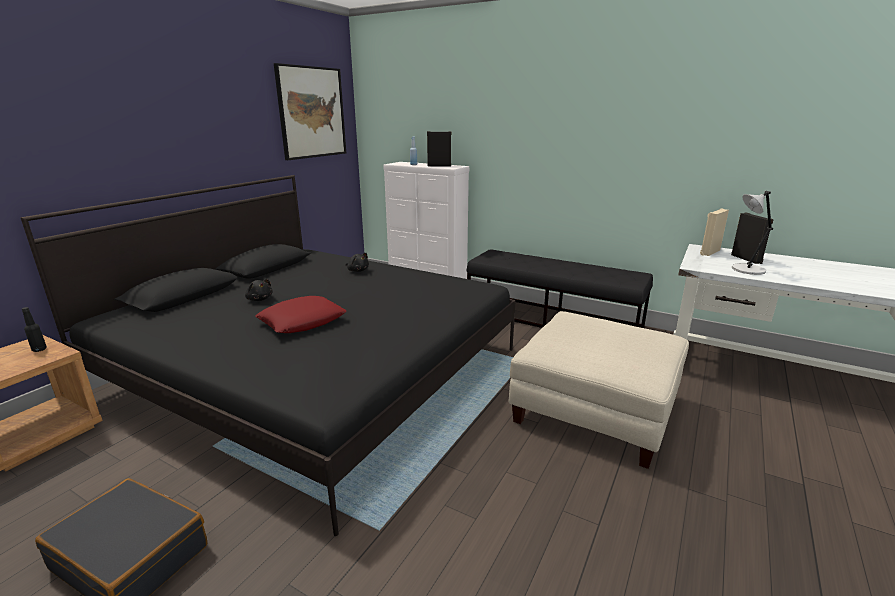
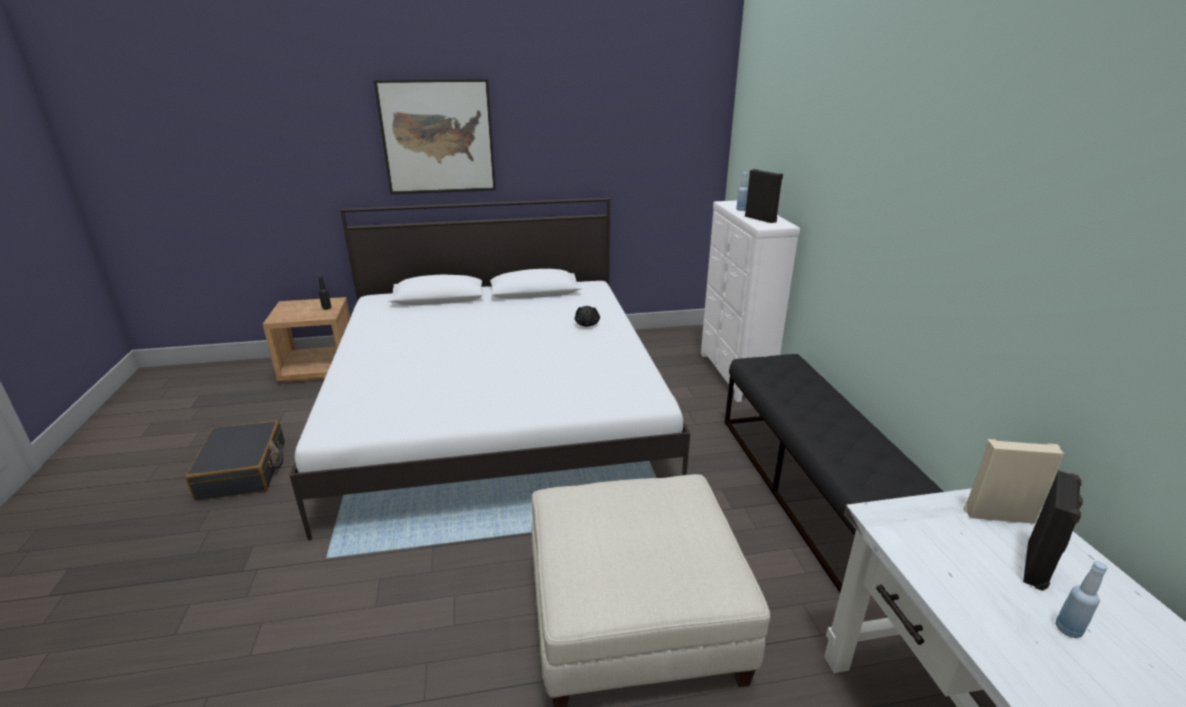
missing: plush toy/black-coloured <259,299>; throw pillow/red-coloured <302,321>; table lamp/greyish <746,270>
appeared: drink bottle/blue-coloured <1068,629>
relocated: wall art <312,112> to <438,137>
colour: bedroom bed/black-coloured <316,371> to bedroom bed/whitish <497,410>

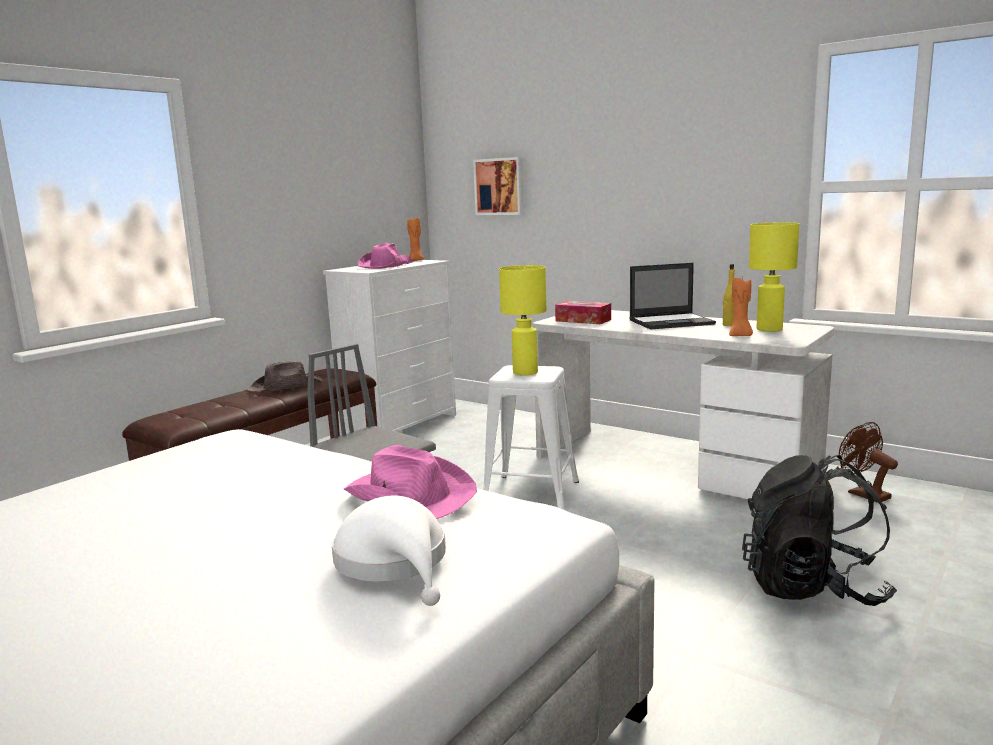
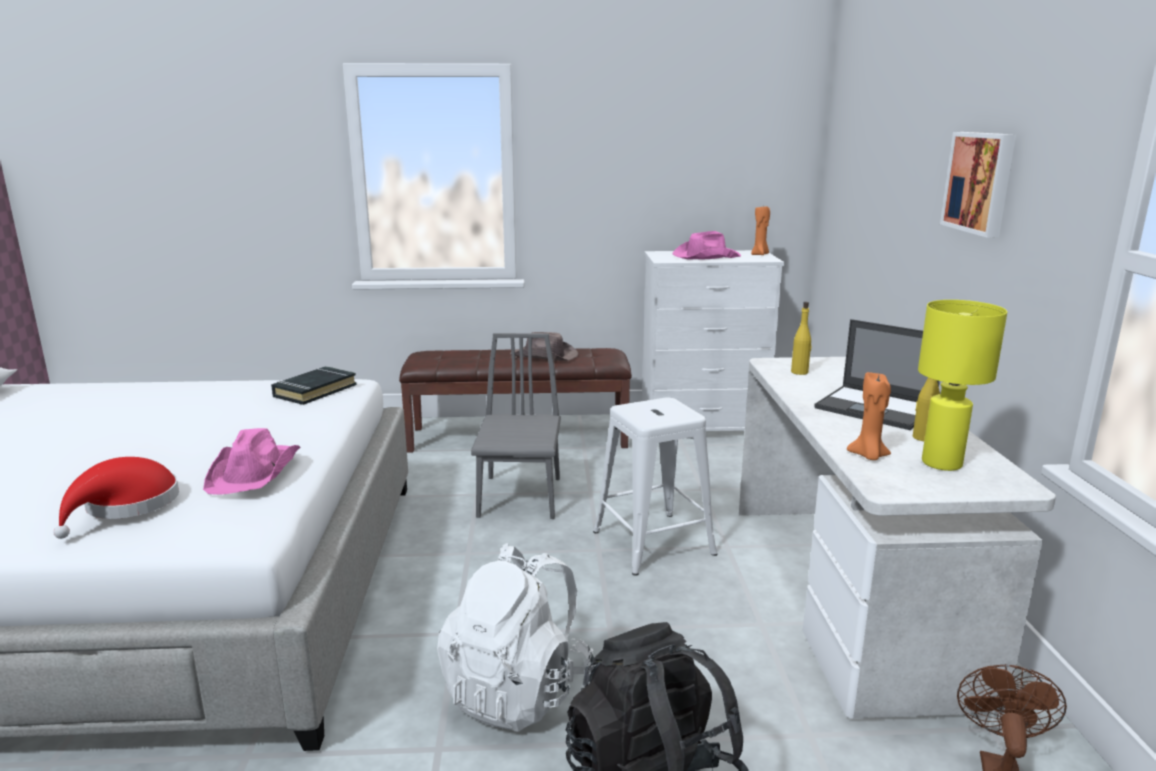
missing: table lamp/yellow-coloured <524,373>
appeared: bound book/black-coloured <314,391>; rucksack/whitish <518,691>
relocated: wall art <500,186> to <980,182>
exchanged: tissue holder <583,320> to drink bottle/yellow-coloured <799,372>
colour: hat/whitish <395,562> to hat/red-coloured <126,506>

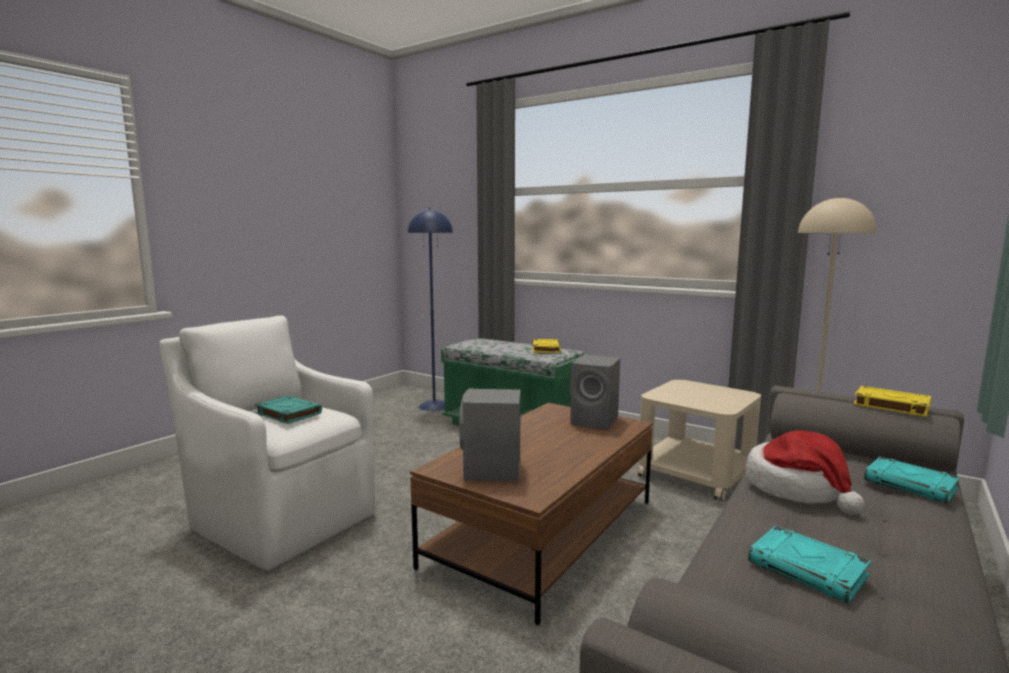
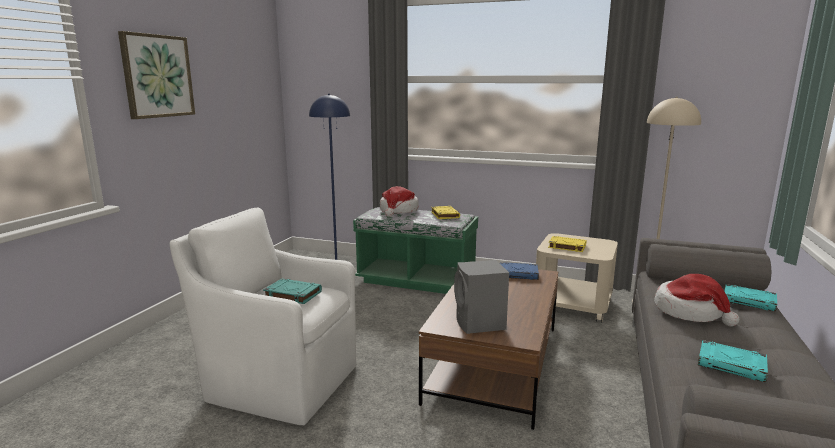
appeared: wall art <157,76>; hat <398,211>
relocated: bound book/yellow-coloured <890,405> to <566,246>
exchanged: loudspeaker/greyish <596,421> to bound book/blue-coloured <518,274>

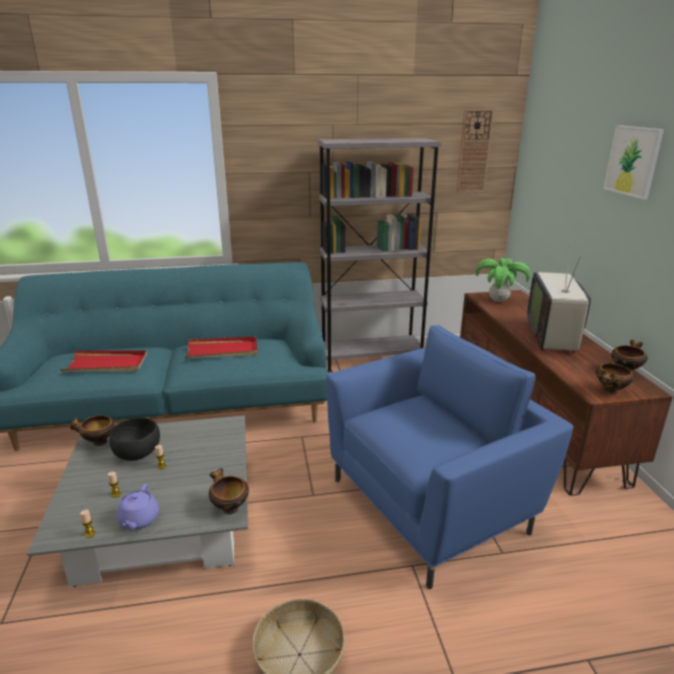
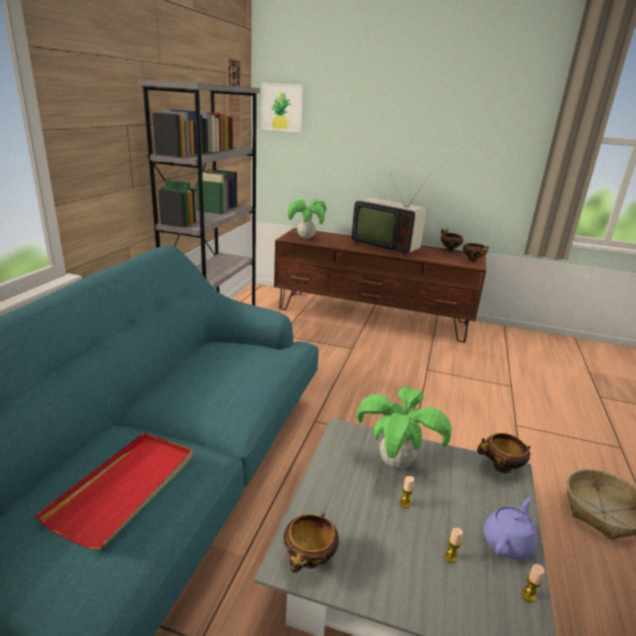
missing: bowl/black-coloured <137,453>; carrying tray/red-coloured <223,350>; lounge chair/blue-coloured <431,505>
appeared: houseplant <395,462>
relocated: wall art <633,161> to <282,107>
spun: tea pot/purple-coloured <139,520> = <508,542> 75 degrees counterclockwise

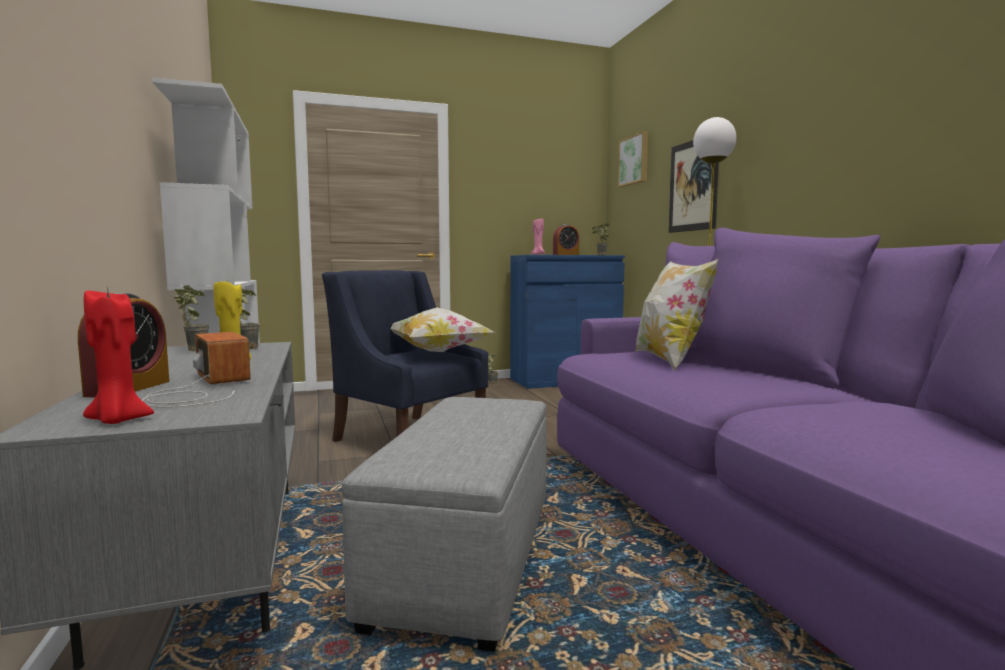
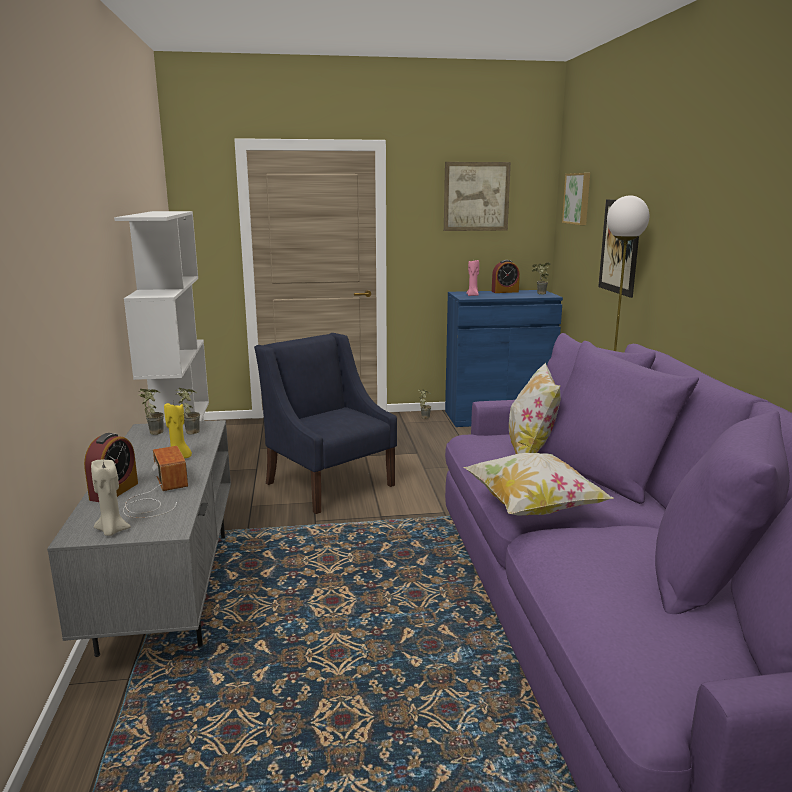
missing: footrest/greyish <467,556>
appeared: wall art <476,196>
relocated: throw pillow <438,352> to <532,508>
colour: wax light/red-coloured <118,421> to wax light/sand-coloured <112,531>

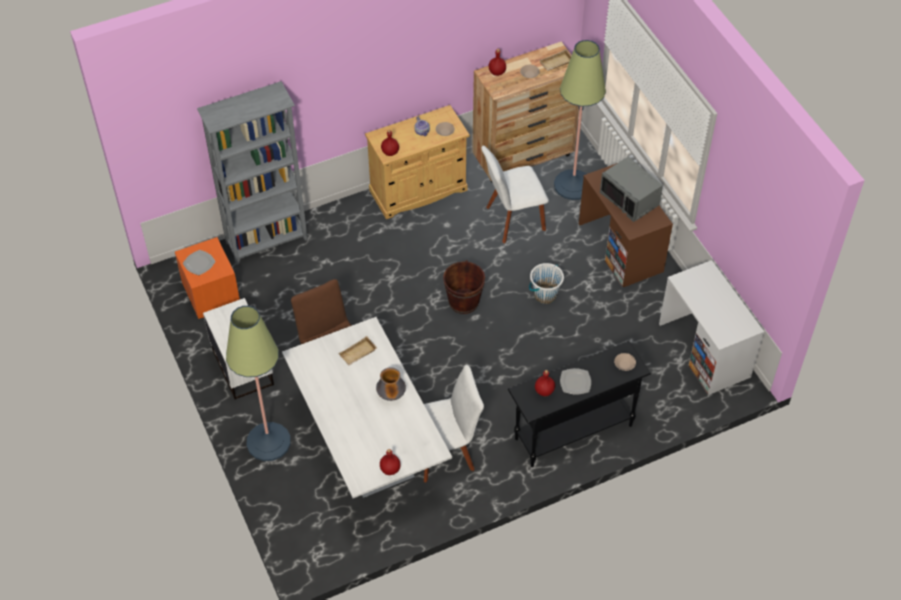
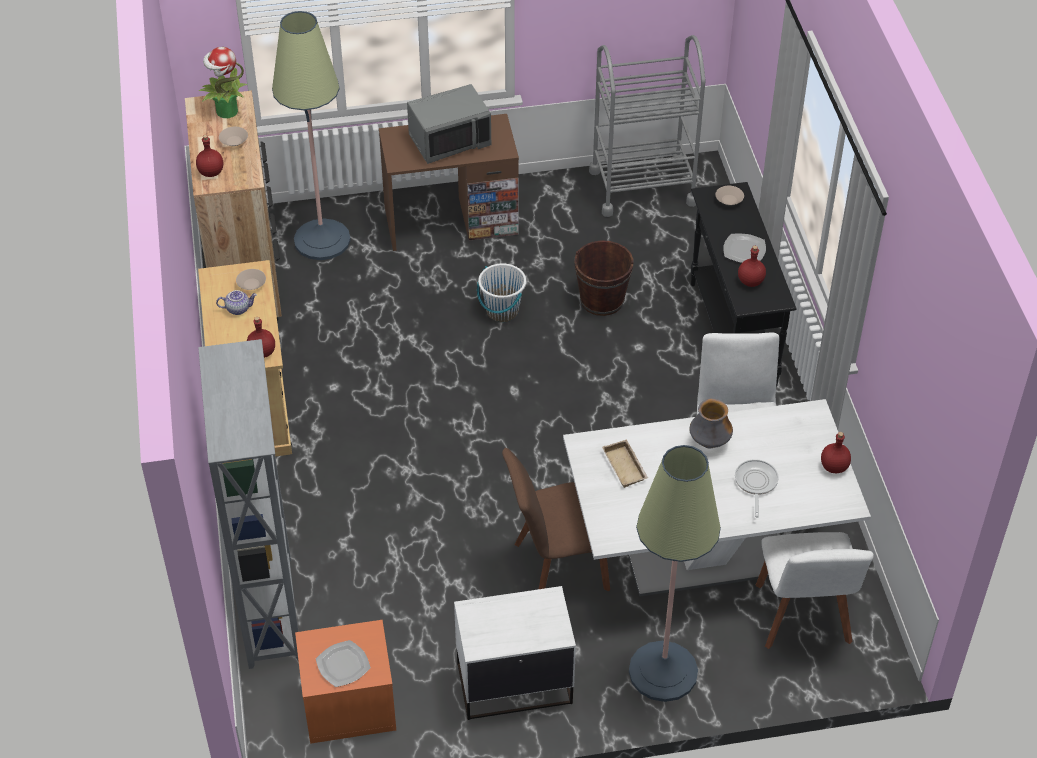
appeared: skillet <755,484>
relocated: water bucket/brownish <463,302> to <602,300>; chair/whitish <512,220> to <803,618>
exchanged: carrying tray/sand-coloured <556,63> to houseplant <226,111>; desk unit/whitish <704,350> to trolley/greyish <642,187>

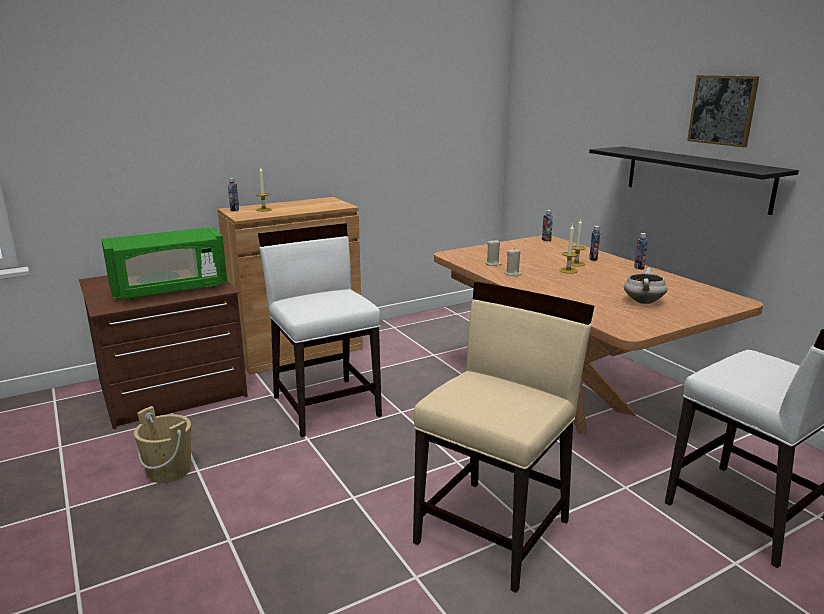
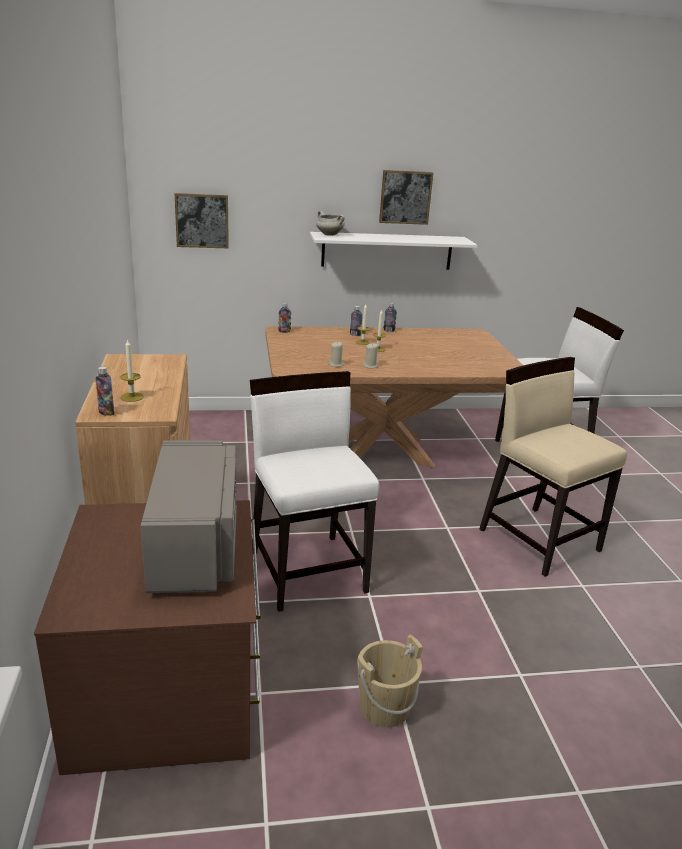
appeared: wall art <202,221>
relocated: stockpot/whitish <642,301> to <329,235>
colour: microwave/greenish <170,290> to microwave/greyish <195,546>; shelf/black-coloured <696,178> to shelf/whitish <387,251>
spun: chair/whitish <326,405> = <308,570> 75 degrees clockwise

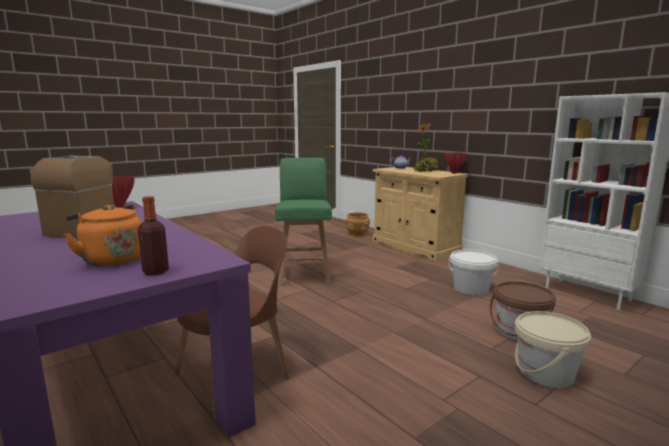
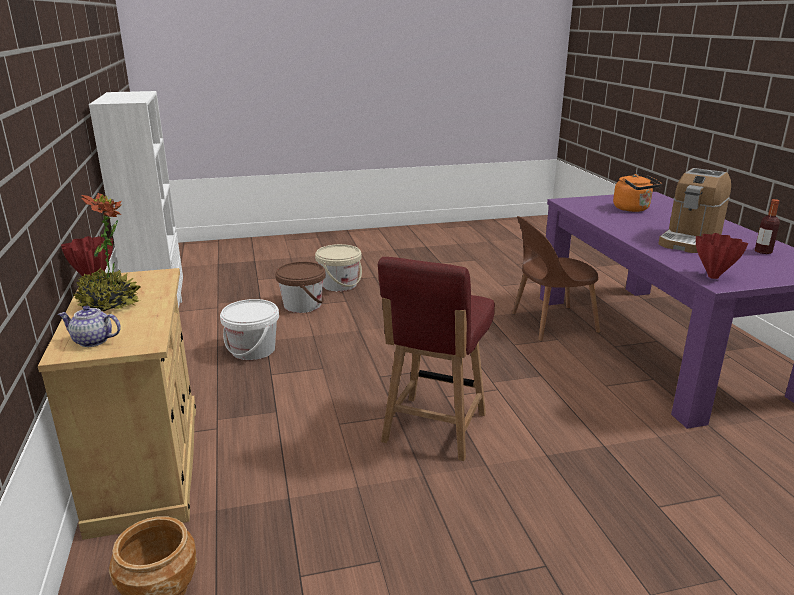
relocated: drink bottle <156,272> to <763,251>
colour: chair/greenish <304,275> to chair/red-coloured <433,429>

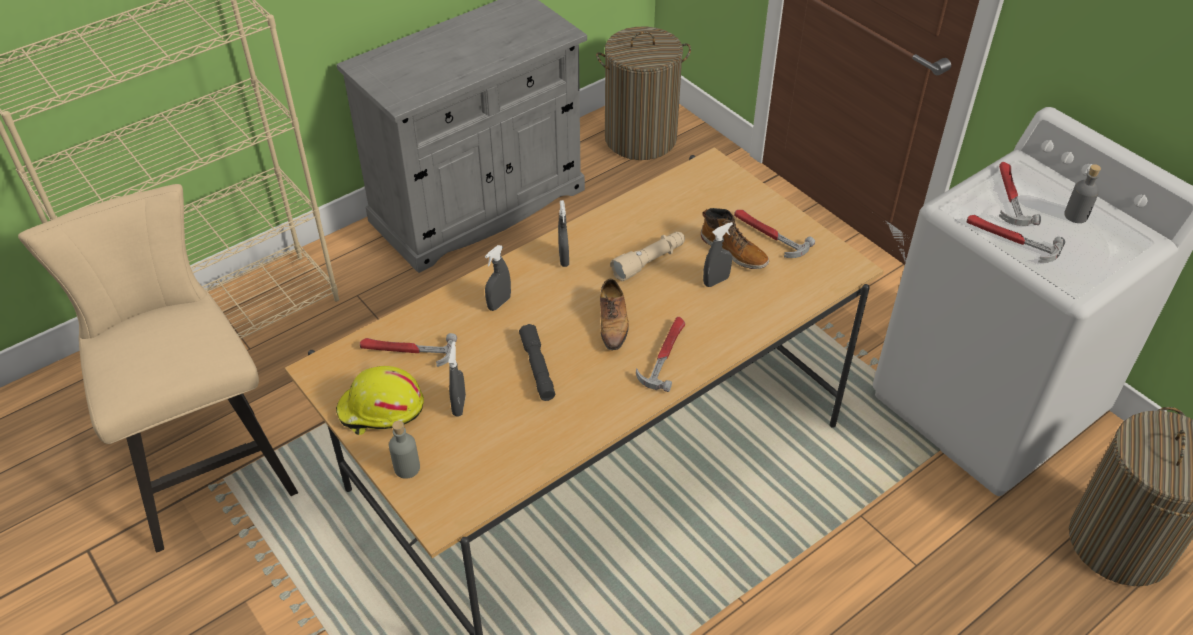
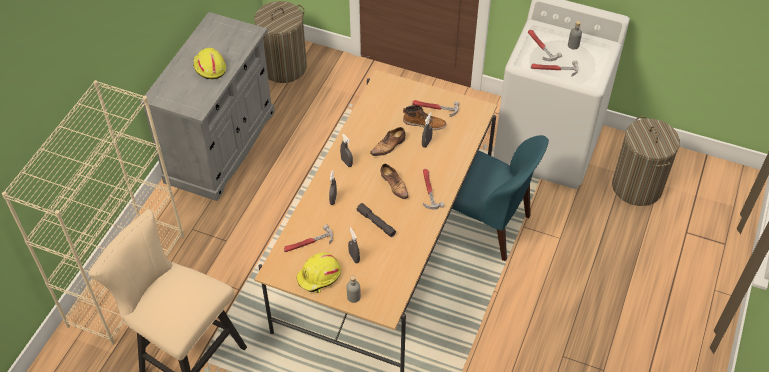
appeared: work helmet/yellow-coloured <209,67>; chair/blue-coloured <483,224>
exchanged: flashlight/sand-coloured <649,262> to low shoe <389,146>

